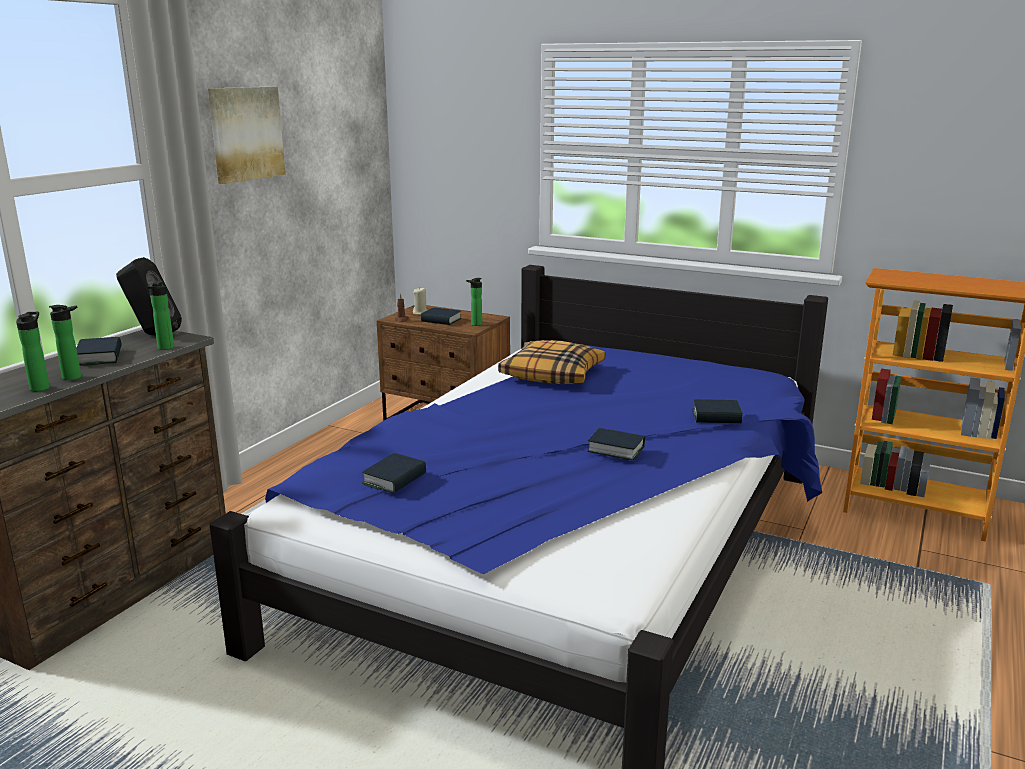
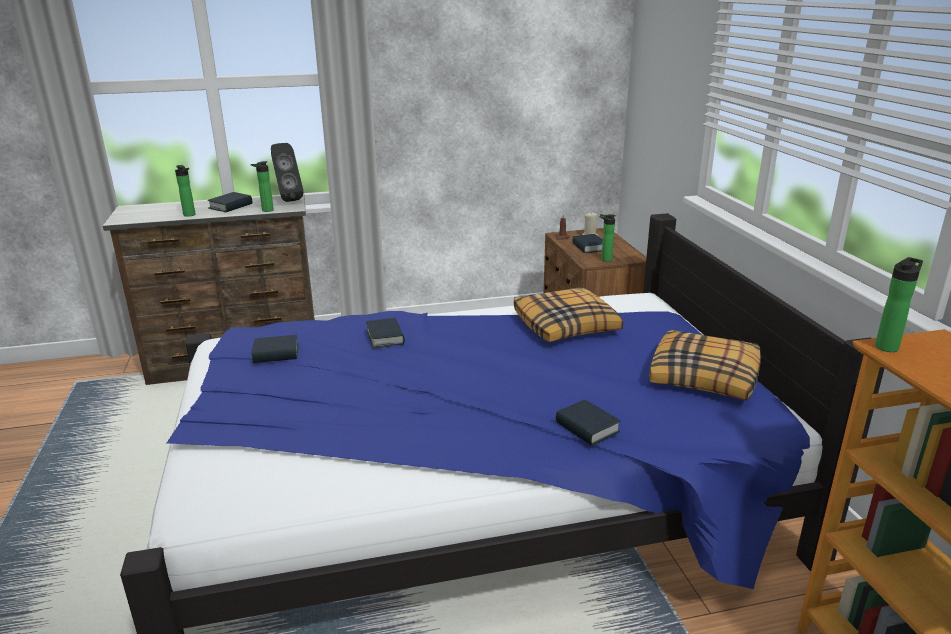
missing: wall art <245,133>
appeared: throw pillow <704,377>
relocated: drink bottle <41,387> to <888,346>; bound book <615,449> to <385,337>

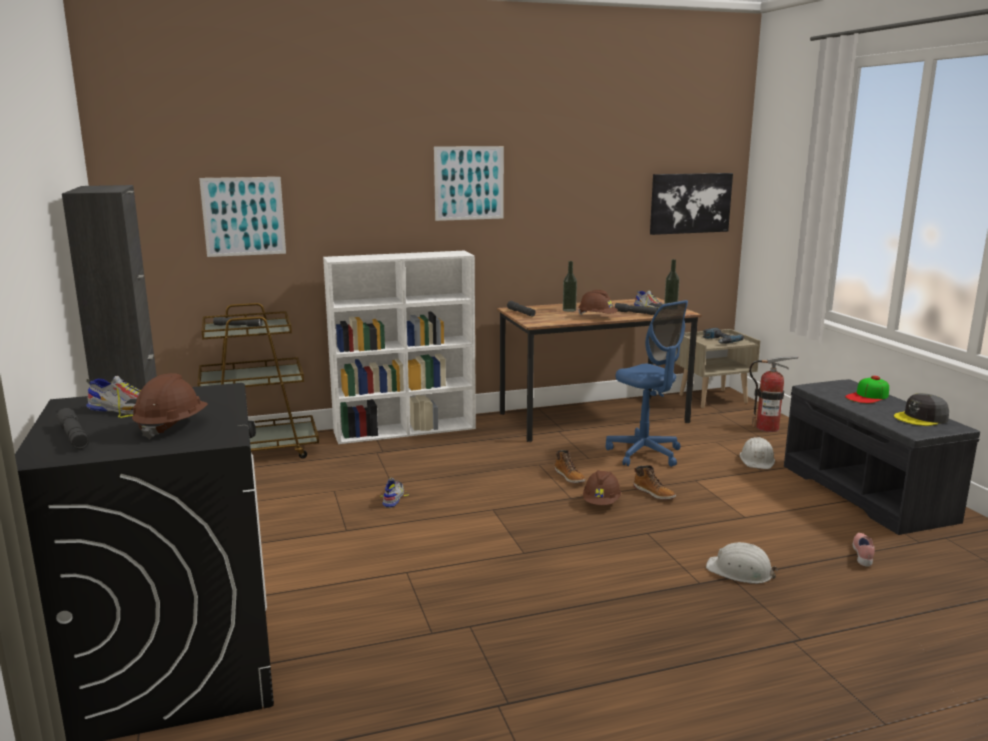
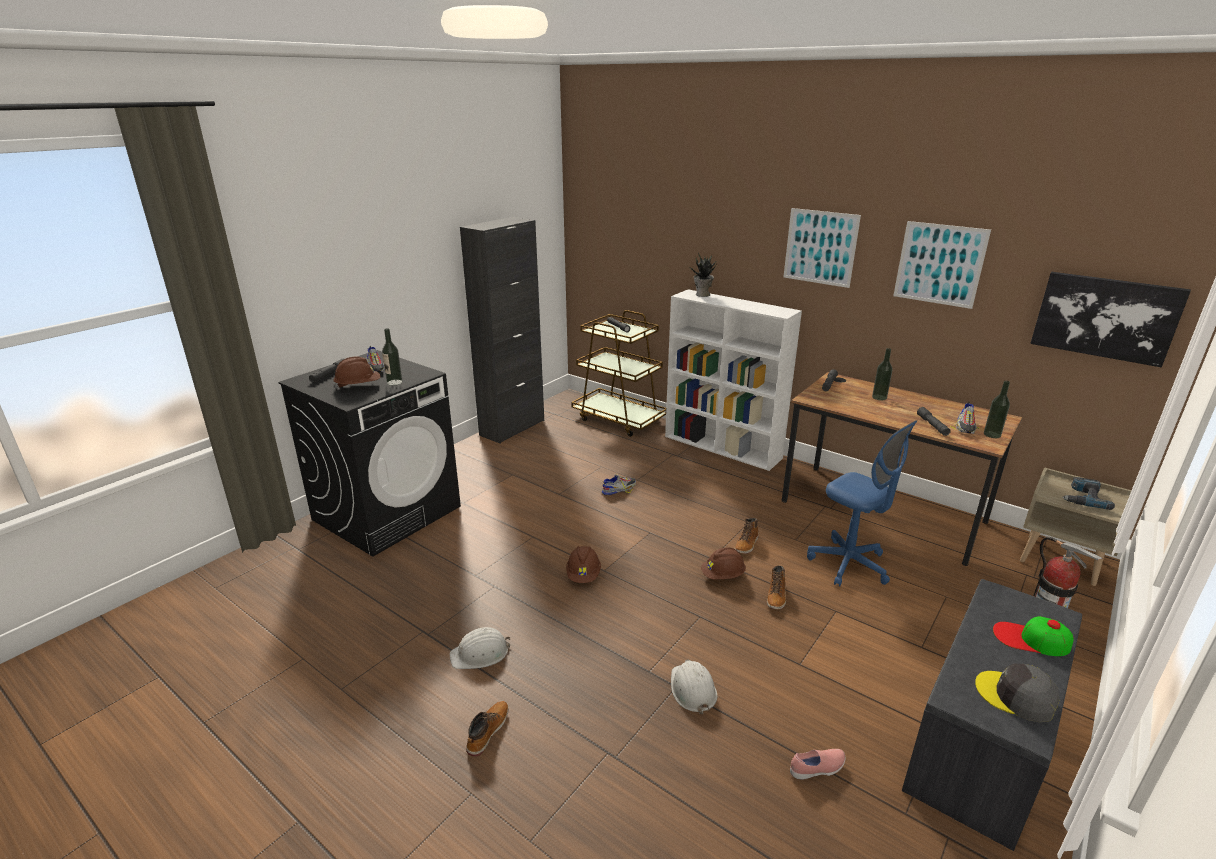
appeared: drink bottle <394,382>; boot <487,731>; houseplant <702,295>
relocated: wall art <243,216> to <939,264>; work helmet/brownish <597,317> to <583,575>; work helmet/whitish <757,460> to <480,654>
spun: computer chair/blue-coloured <644,454> = <849,564> 60 degrees counterclockwise

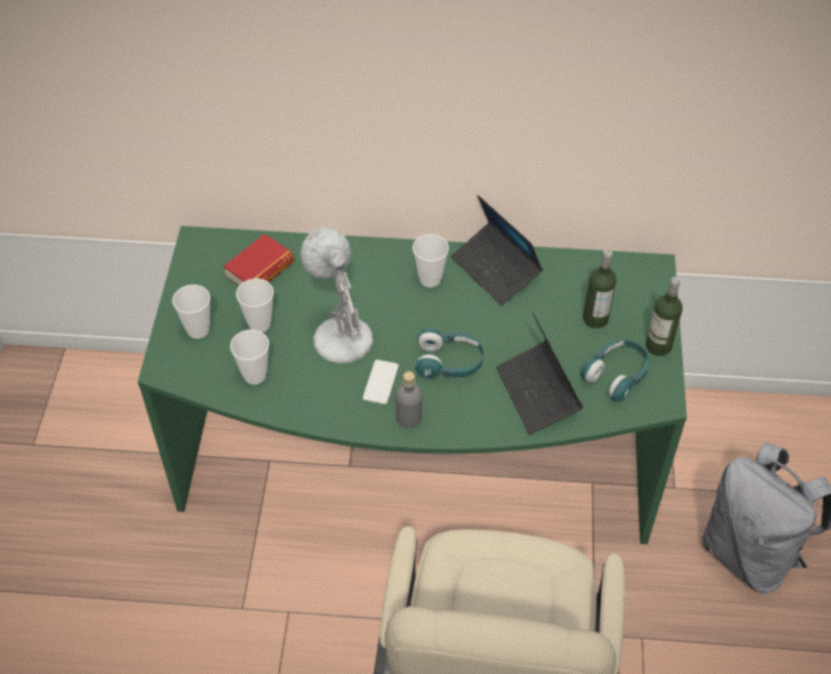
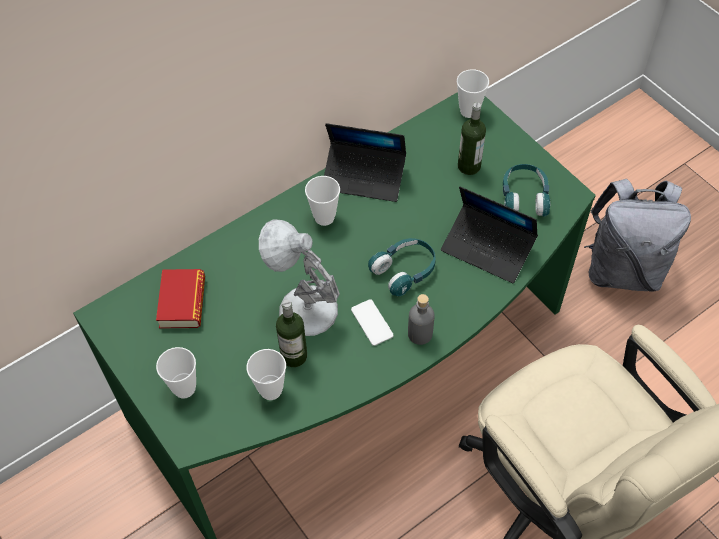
relocated: small cup <259,324> to <469,111>; drink bottle <658,346> to <294,356>

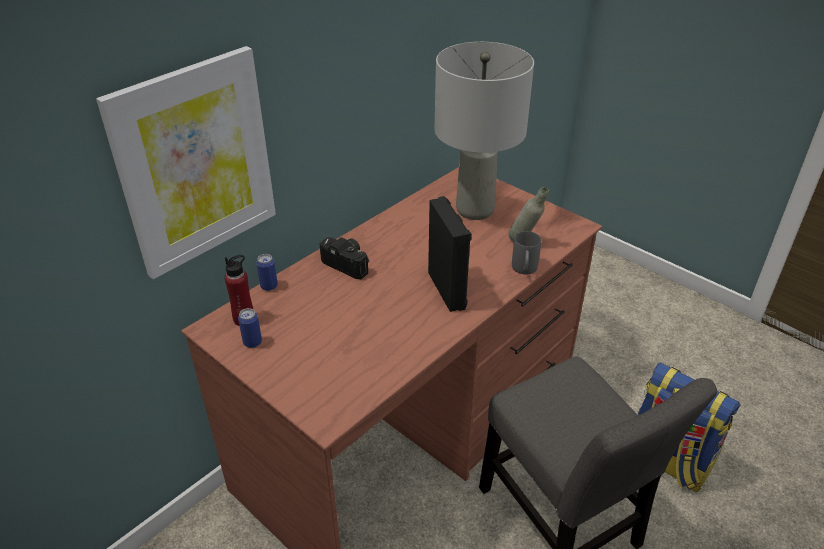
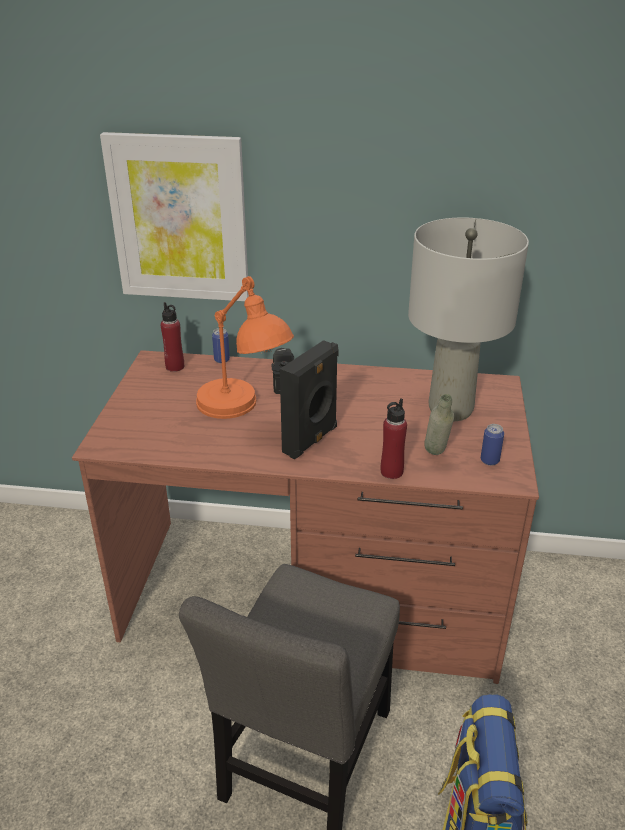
appeared: table lamp/orange <244,413>
relocated: metal can <252,342> to <489,460>
exchanged: mug/greyish <524,270> to drink bottle/red-coloured <391,472>

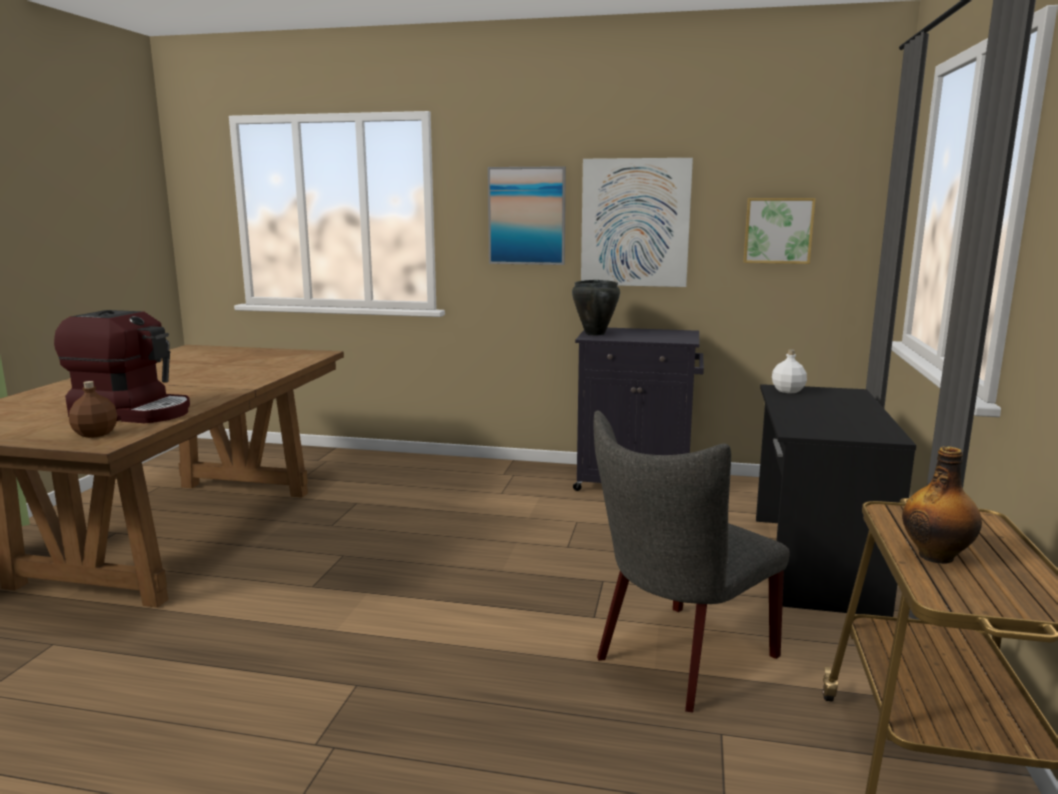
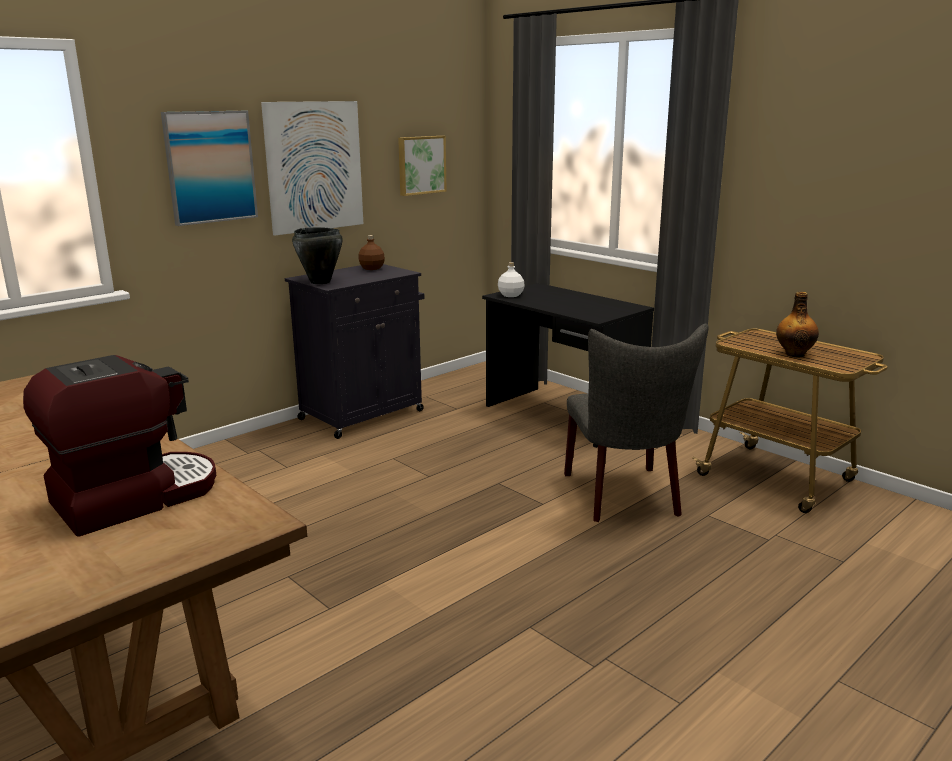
relocated: drink bottle/brownish <95,434> to <372,268>

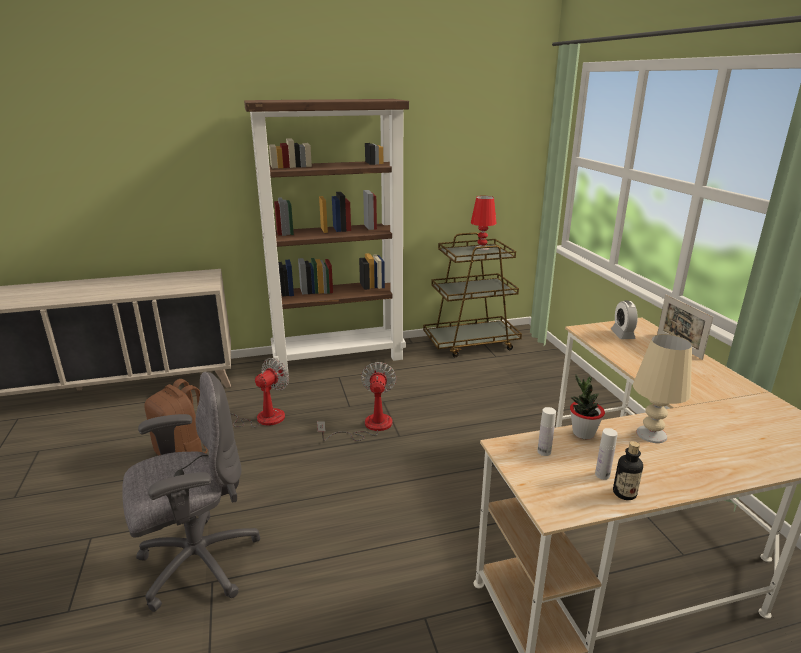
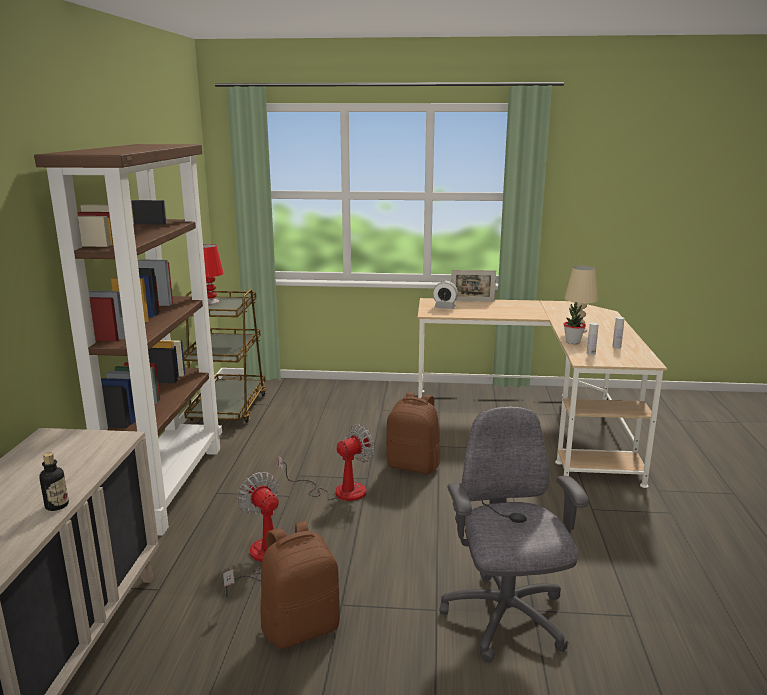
appeared: rucksack/brownish <413,466>
relocated: drink bottle <624,493> to <57,505>
spun: cooling fan <369,426> = <339,491> 120 degrees clockwise

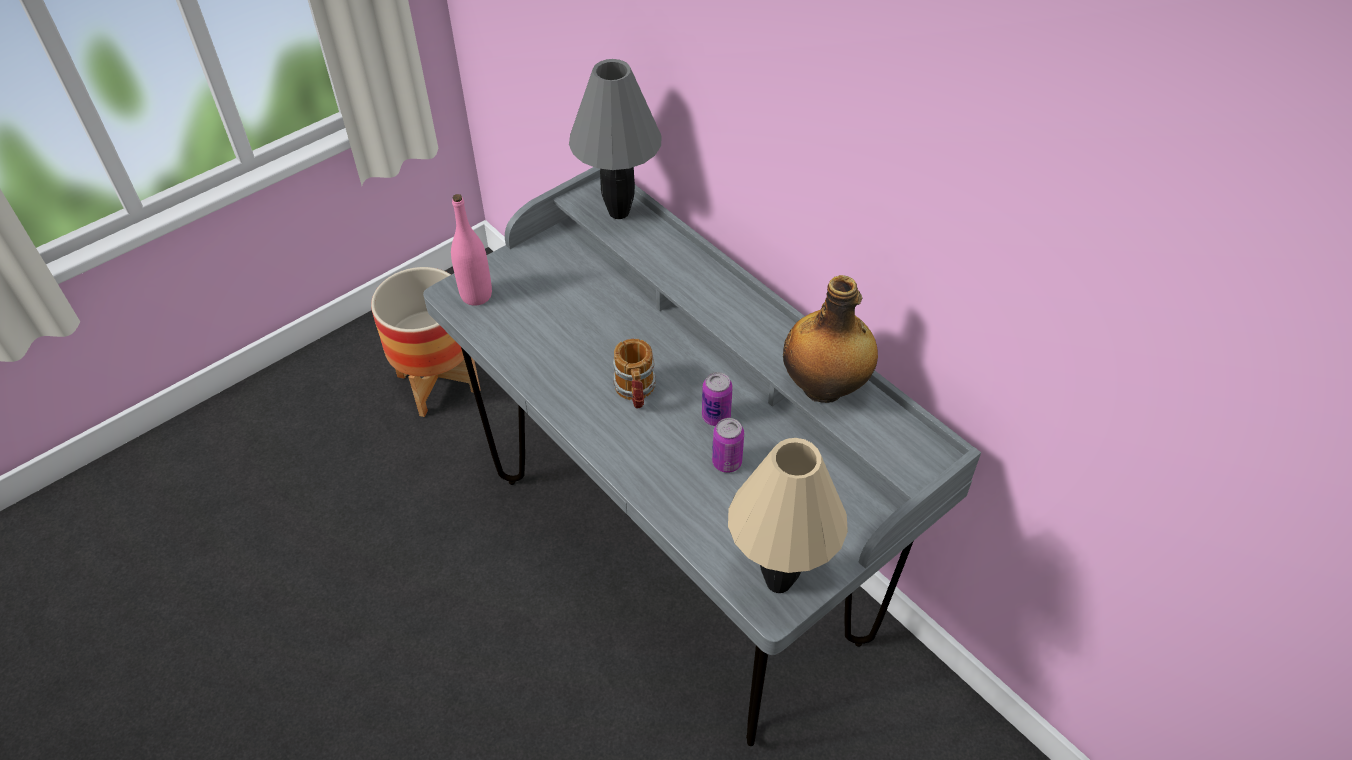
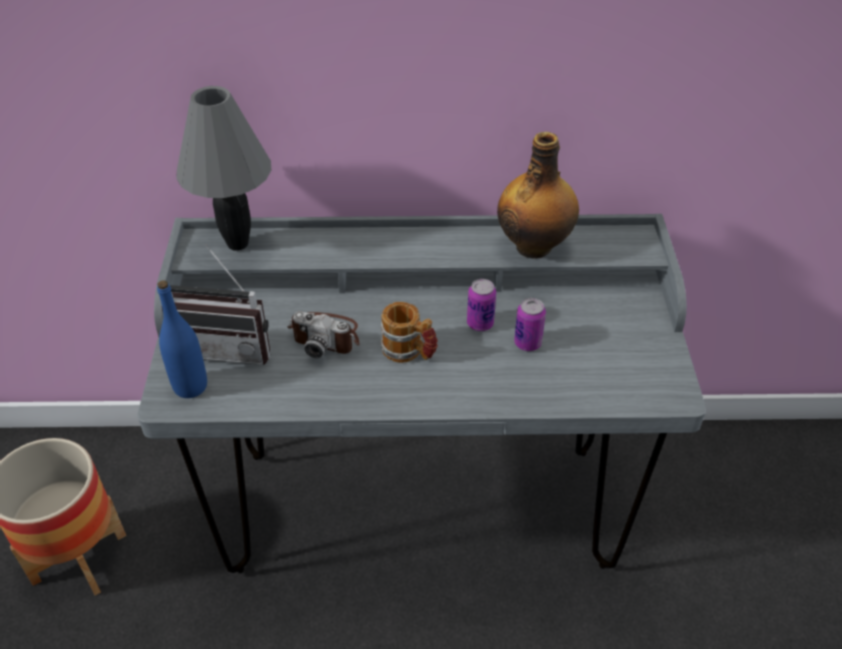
missing: table lamp/sand-coloured <778,583>
appeared: radio set <228,346>; photo camera <326,336>
colour: drink bottle/pinkish <476,295> to drink bottle/blue-coloured <190,386>

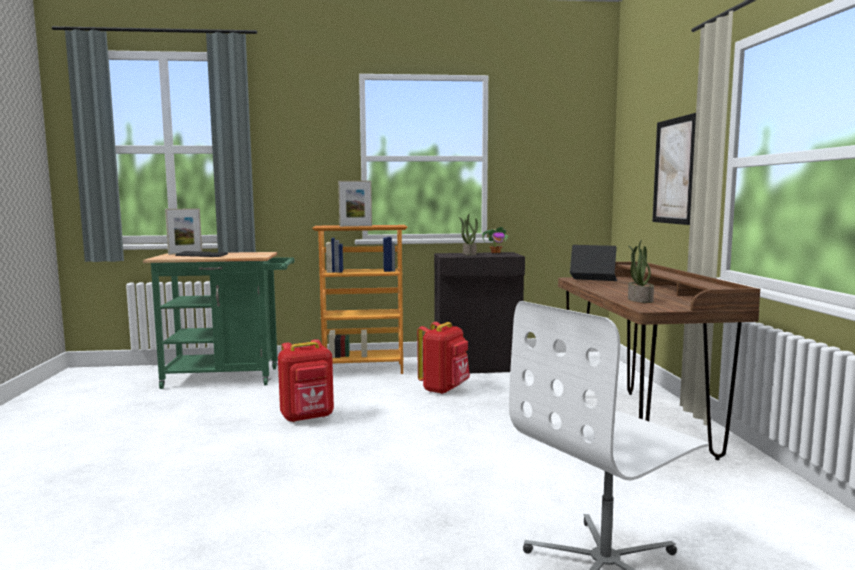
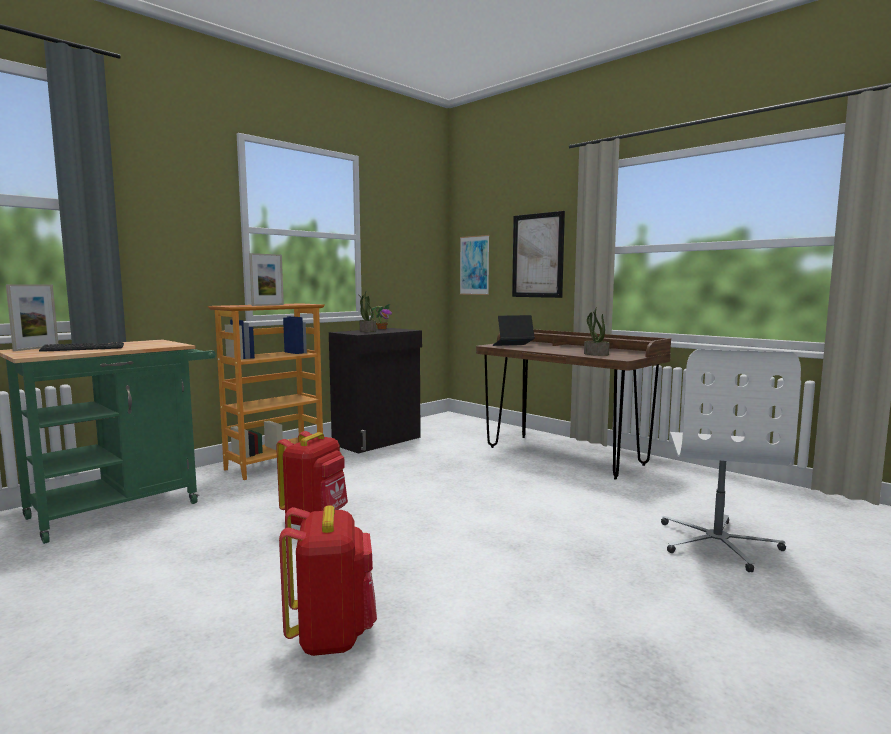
appeared: wall art <474,265>
relocated: rucksack/red-coloured <444,389> to <331,635>

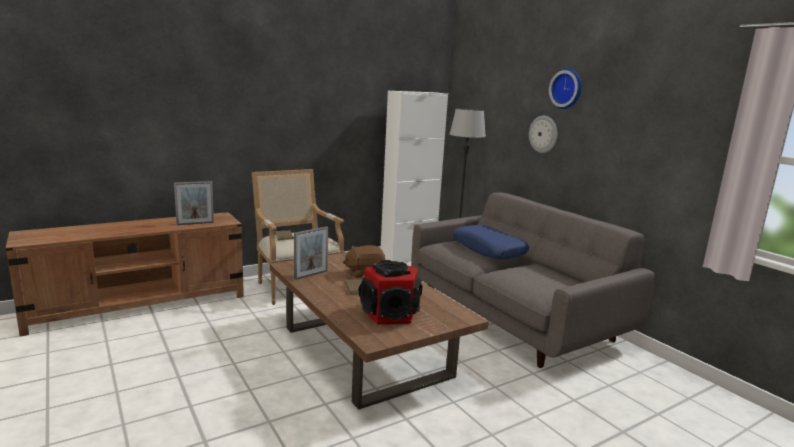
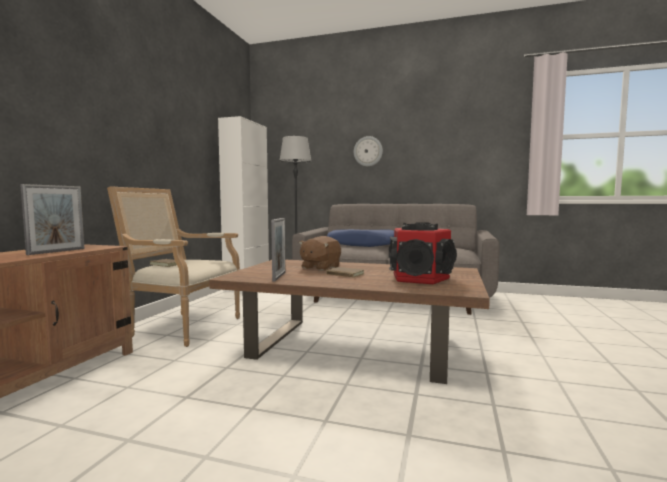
missing: hanging clock <567,89>

